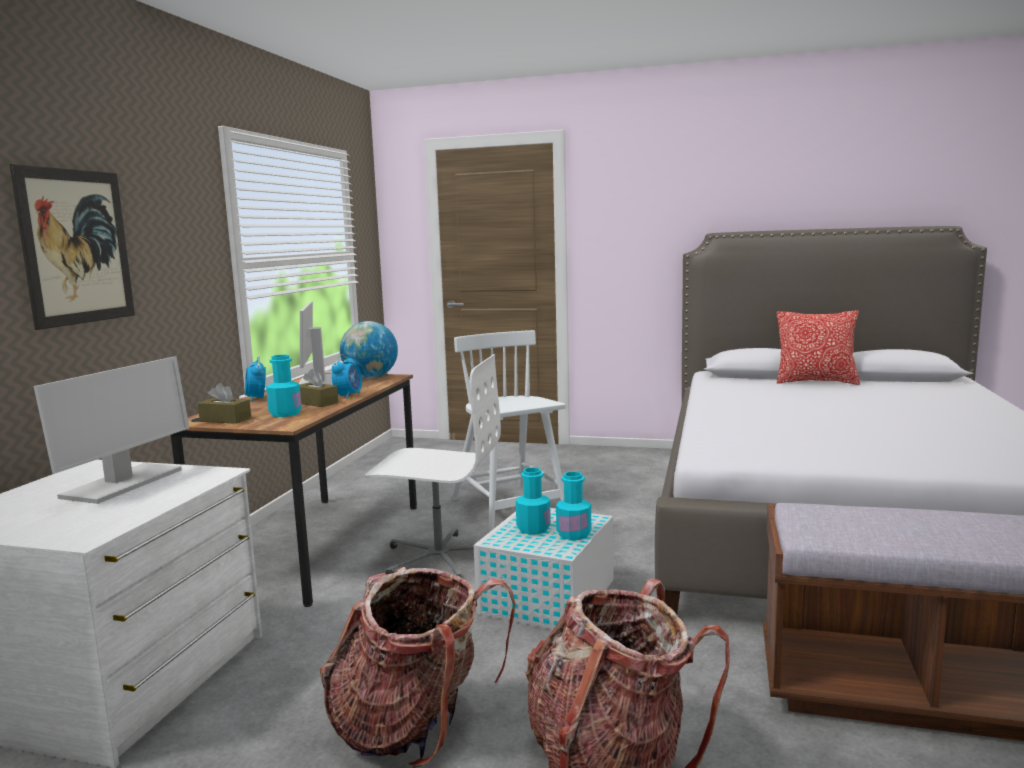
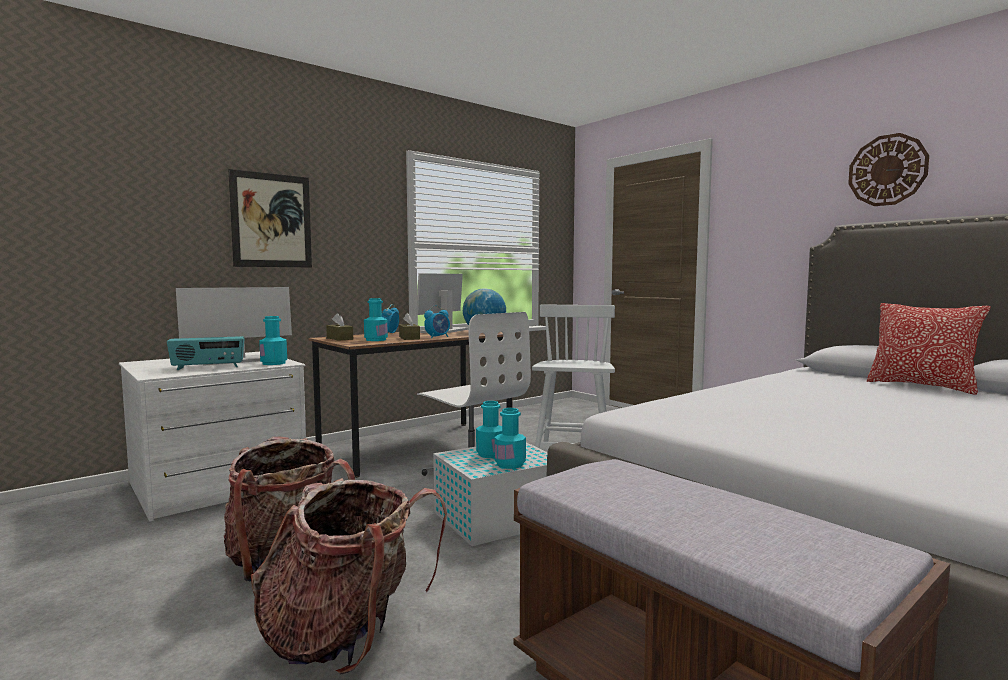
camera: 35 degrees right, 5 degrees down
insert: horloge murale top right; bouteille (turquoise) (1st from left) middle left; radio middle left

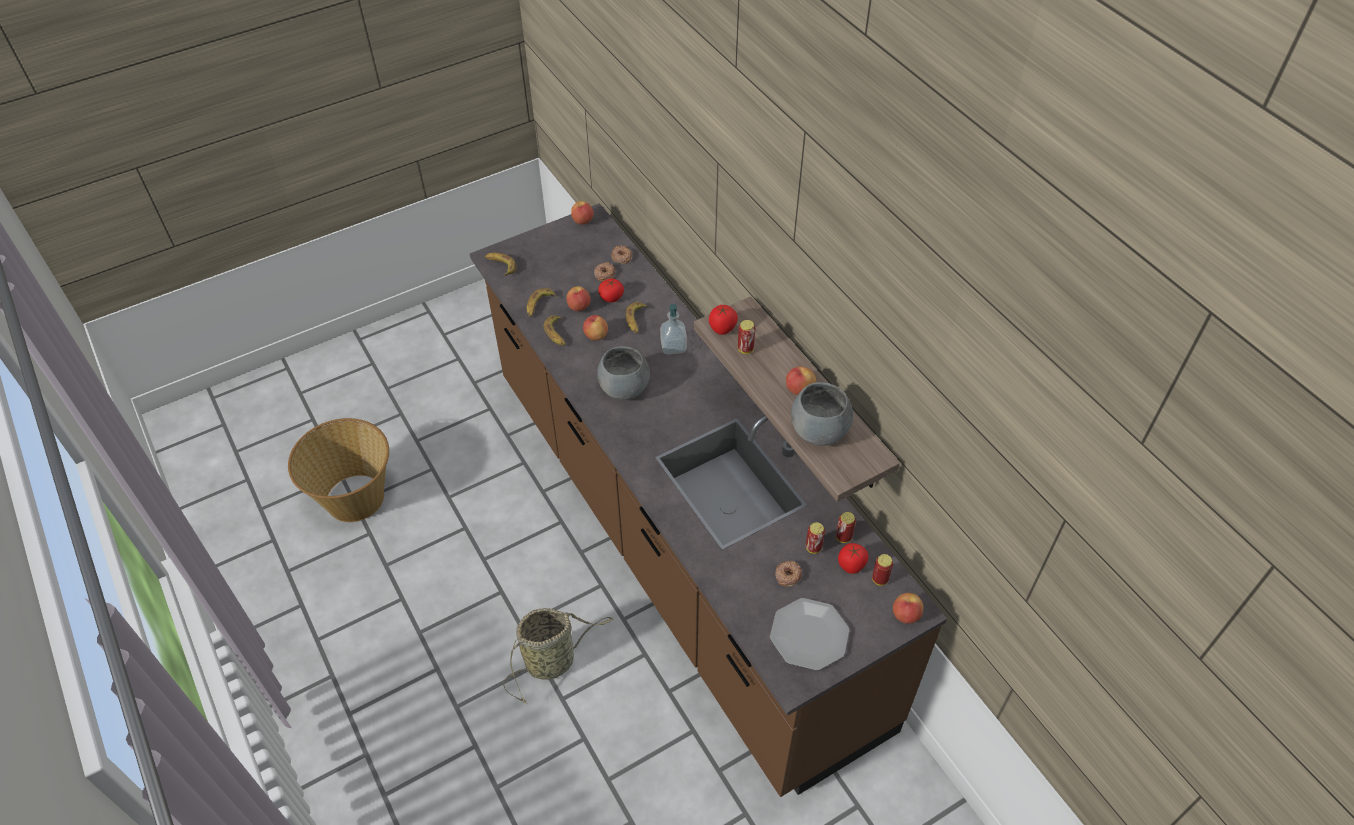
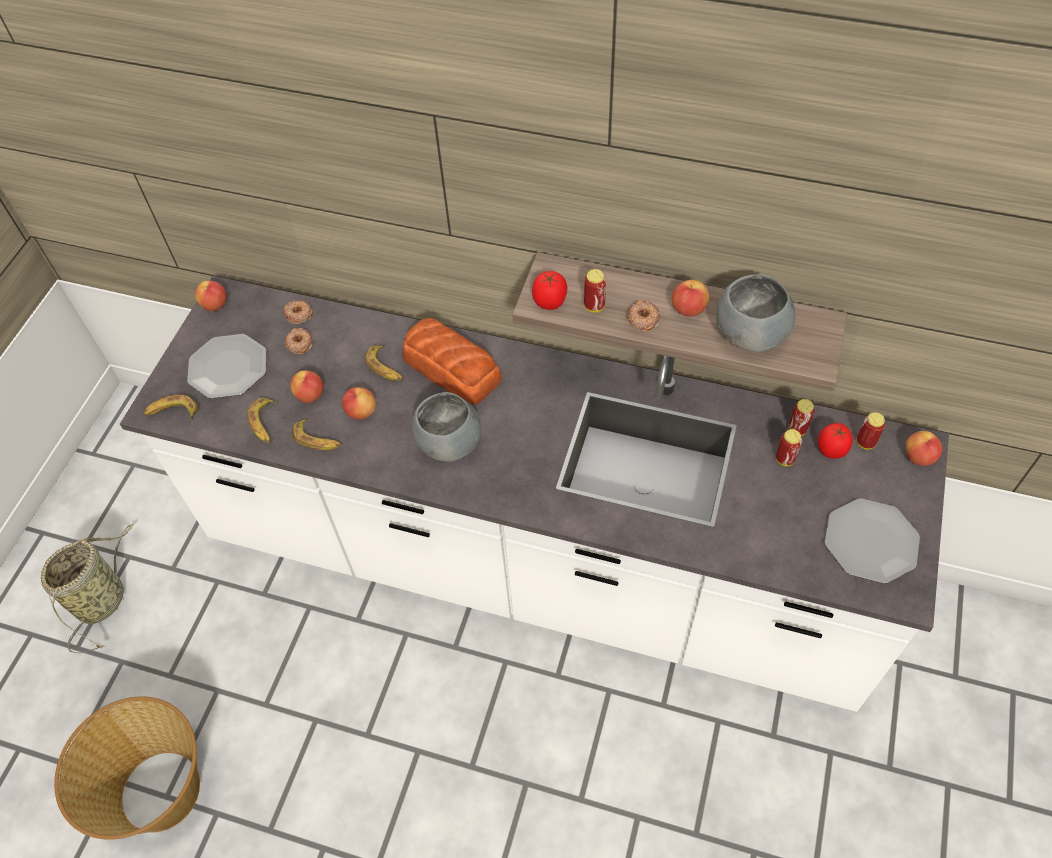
camera: 40 degrees left, 5 degrees up
delete: tomate (1st from left) centre
insert: assiette (1st from left) middle left
move: beignet (3rd from left) bottom centre to centre; panier (2nd from left in the first image) bottom centre to panier (1st from left) bottom left
replace: distributeur de savon centre to pain centre
recolor: comptoir de cuisine (marron) centre to comptoir de cuisine (blanc) centre

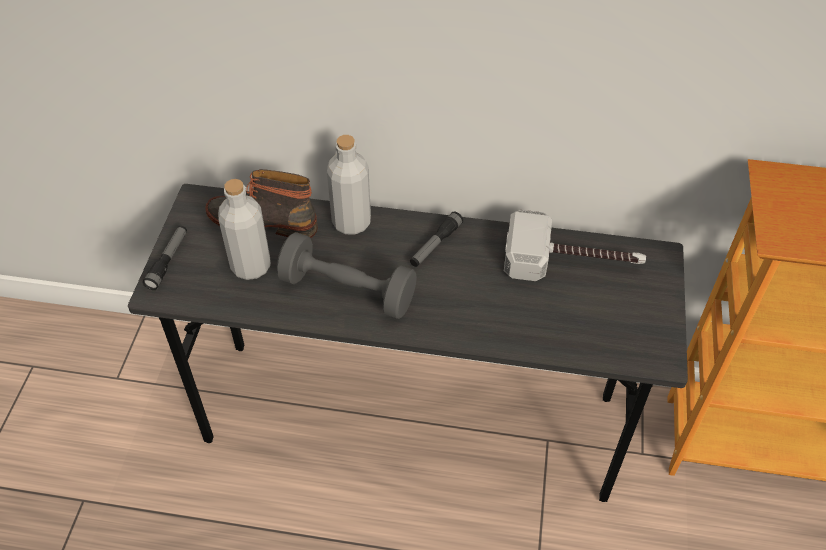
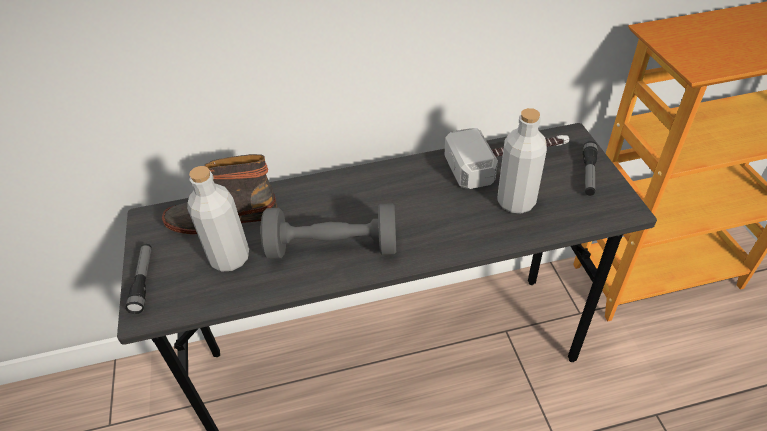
camera: 20 degrees left, 5 degrees down
move: bouteille (gris) (2nd from left) centre to middle right; lampe de poche (2nd from left) centre to middle right

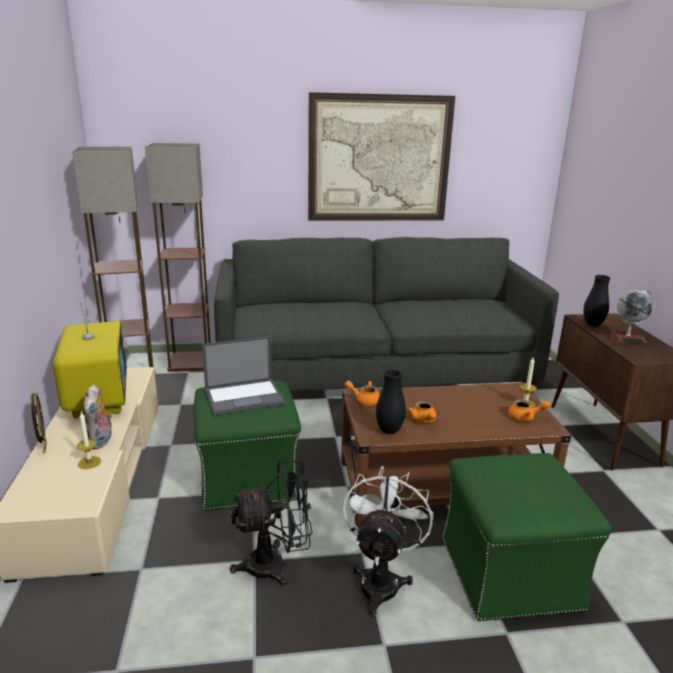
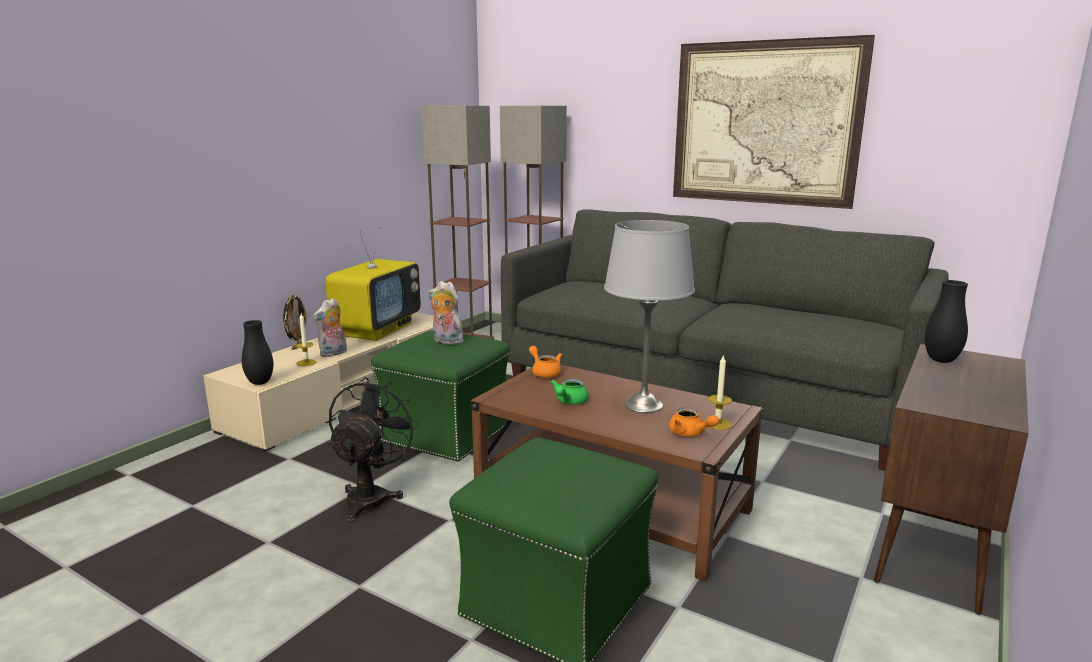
camera: 40 degrees right, 5 degrees down
delete: globe middle right; ventilateur (blanc) bottom centre
insert: lampe de table (gris) centre
move: vase (noir) (1st from left) centre to middle left
replace: ordinateur portable centre to peluche (2nd from left) centre
recolor: théière (orange) (2nd from left) centre to théière (vert) centre
rotate: ventilateur (noir) bottom centre = bottom centre 105 degrees counterclockwise

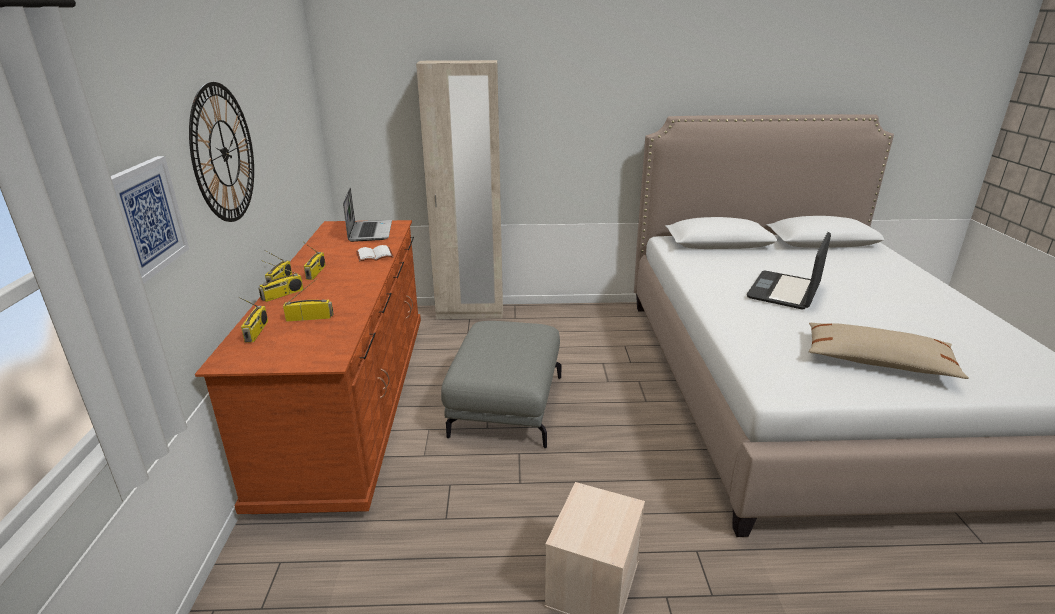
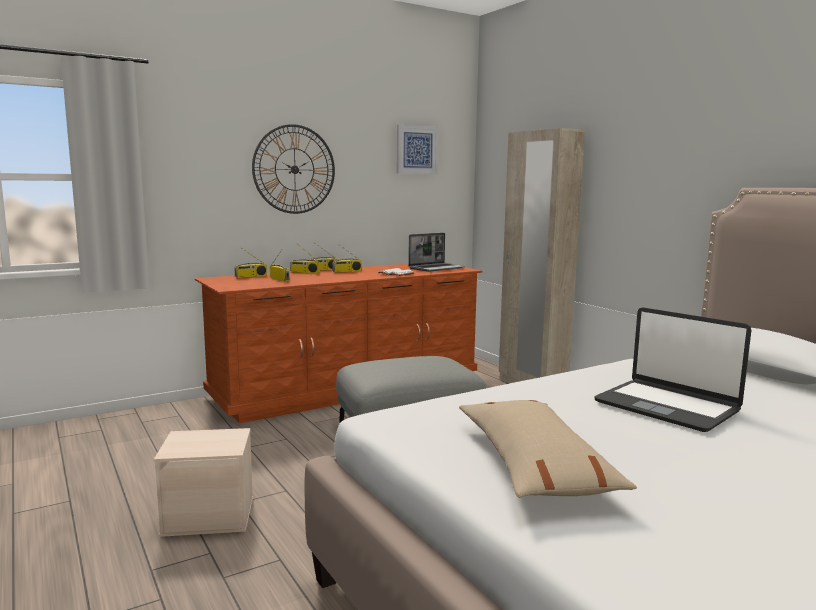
camera: 60 degrees right, 15 degrees down
move: tableau middle left to top centre
rotate: ordinateur portable (2nd from left) middle right = middle right 135 degrees counterclockwise

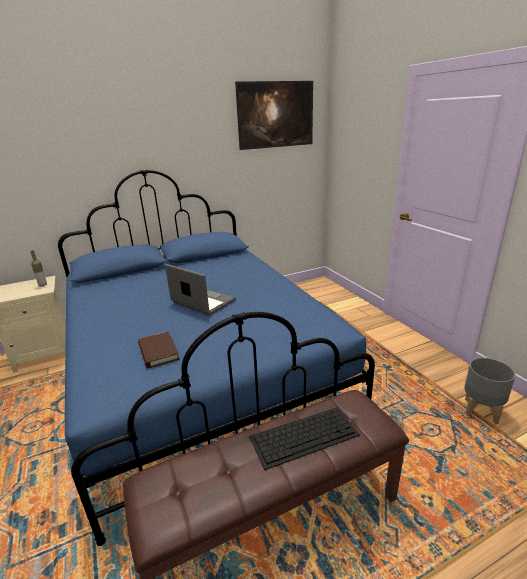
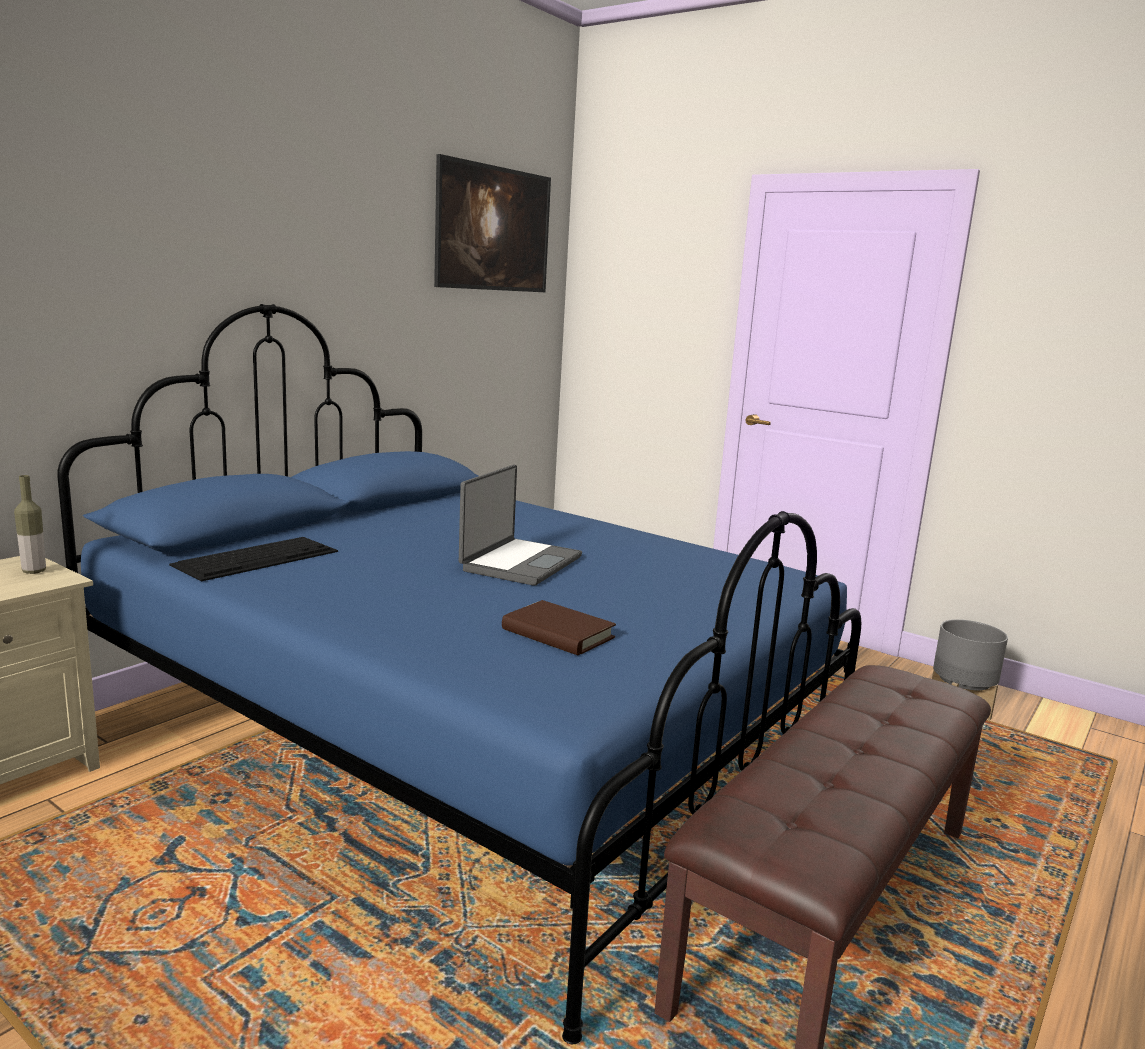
camera: 30 degrees left, 10 degrees down
move: clavier bottom centre to middle left
rotate: ordinateur portable centre = centre 105 degrees clockwise

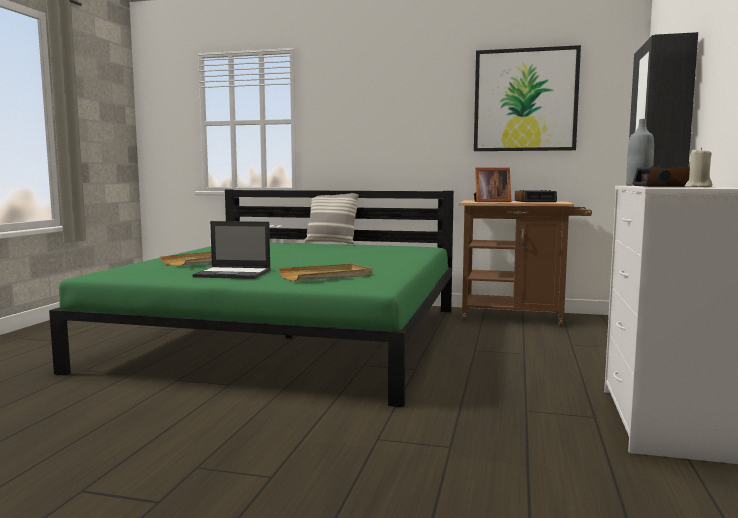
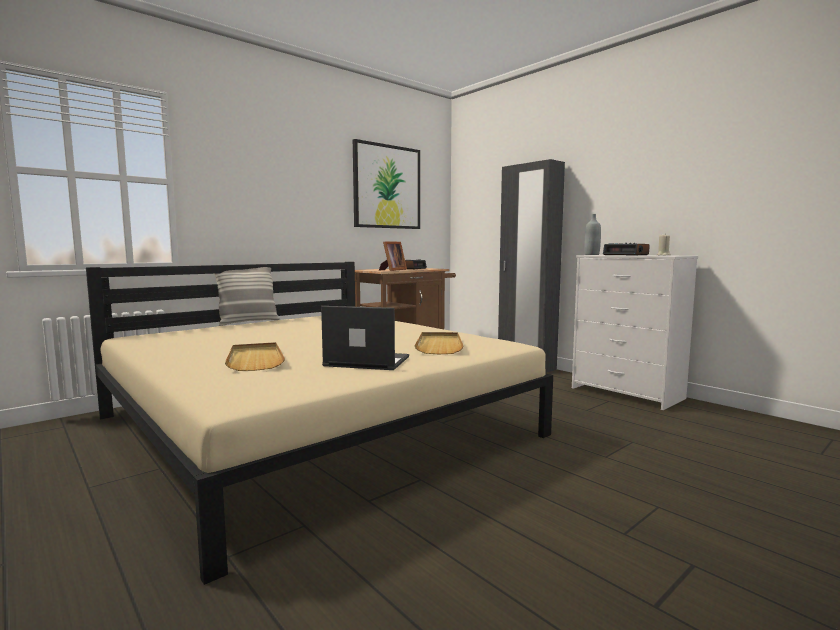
camera: 55 degrees left, 0 degrees up
recolor: lit (vert) centre to lit (beige) bottom centre
rotate: ordinateur portable middle left = centre 120 degrees counterclockwise

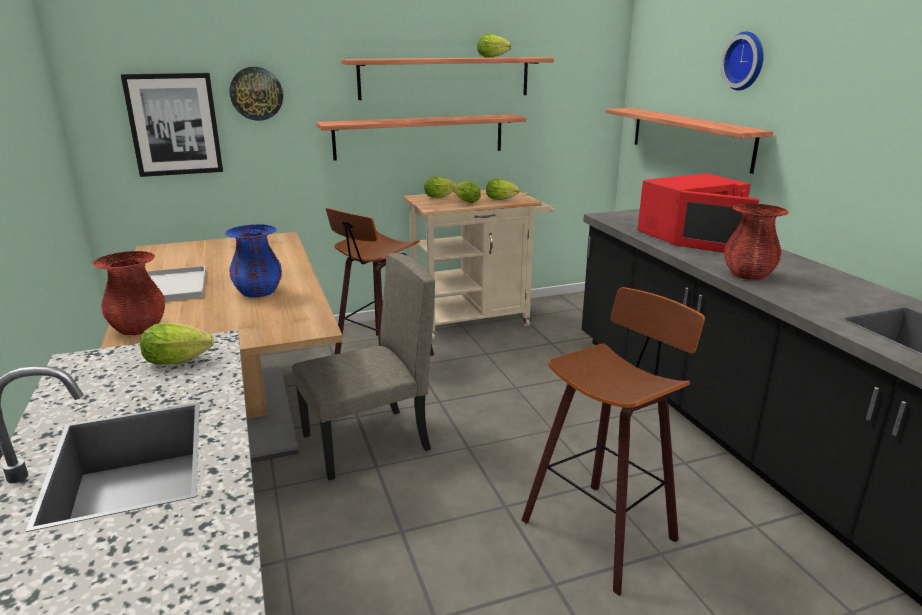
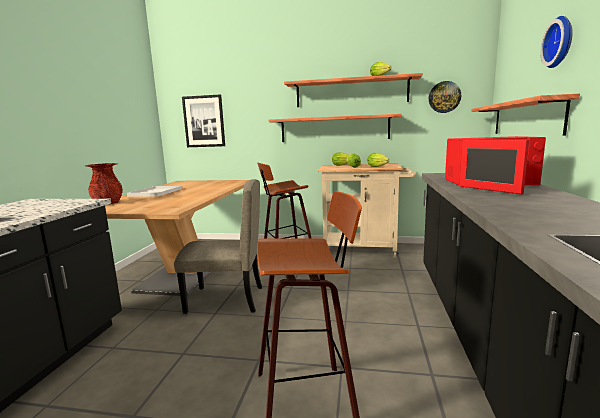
camera: 30 degrees right, 10 degrees down
delete: vase (rouge) (2nd from left) middle right; vase (bleu) middle left; laitue (1st from left) middle left
move: horloge murale (1st from left) top left to top right

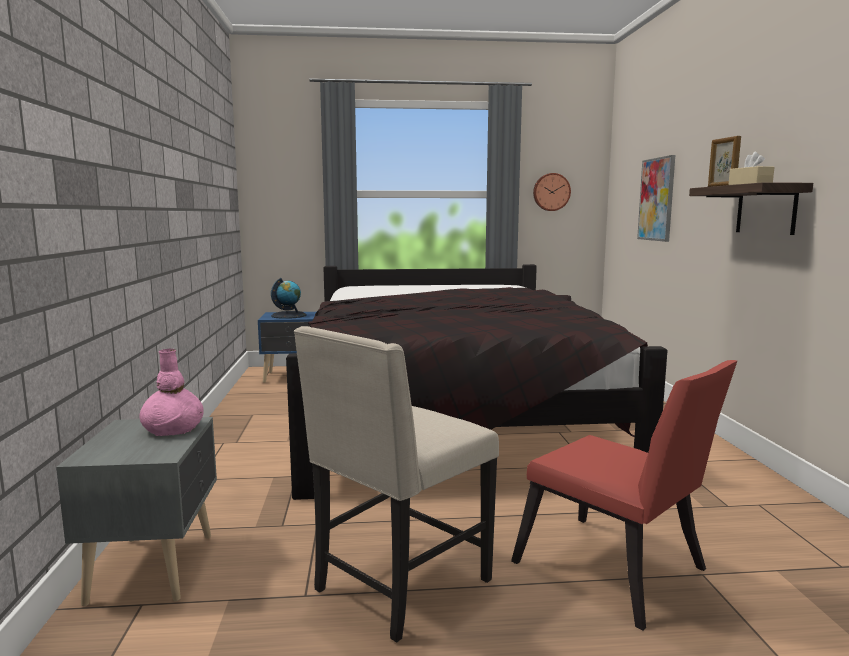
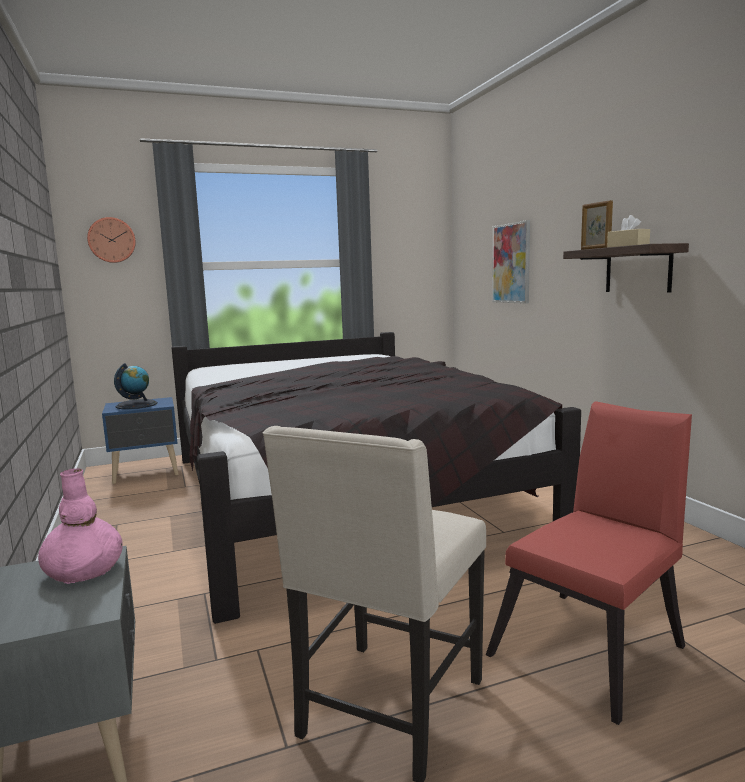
camera: 15 degrees left, 0 degrees up
move: horloge murale top centre to top left
rotate: chaise (rouge) bottom right = bottom right 75 degrees counterclockwise

